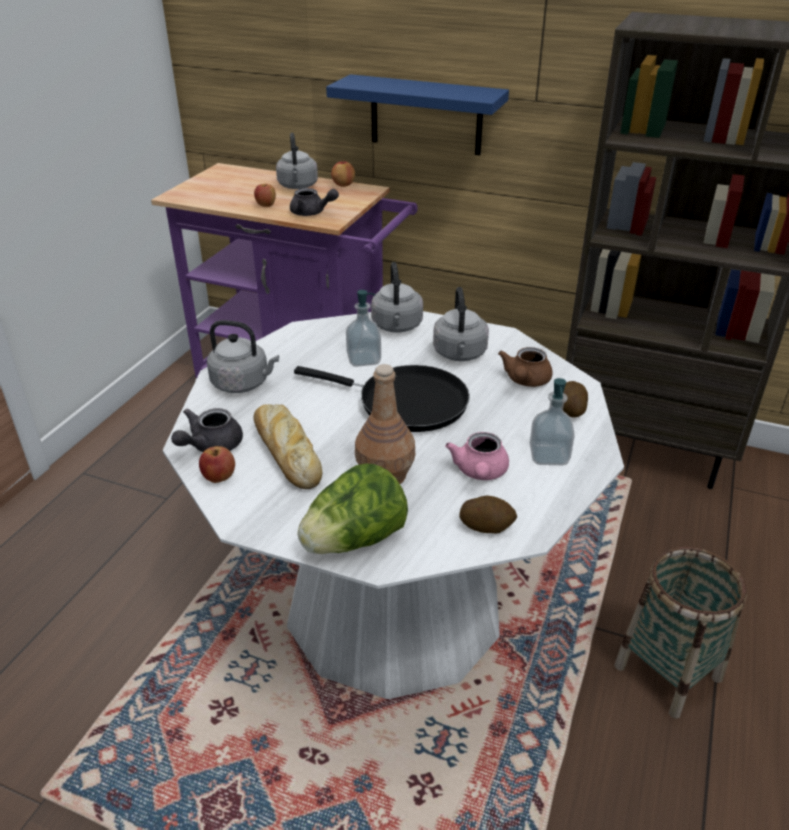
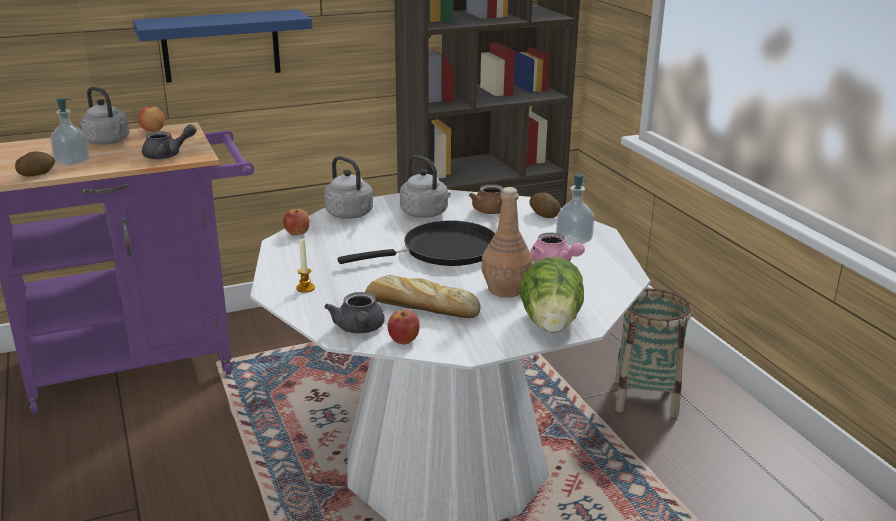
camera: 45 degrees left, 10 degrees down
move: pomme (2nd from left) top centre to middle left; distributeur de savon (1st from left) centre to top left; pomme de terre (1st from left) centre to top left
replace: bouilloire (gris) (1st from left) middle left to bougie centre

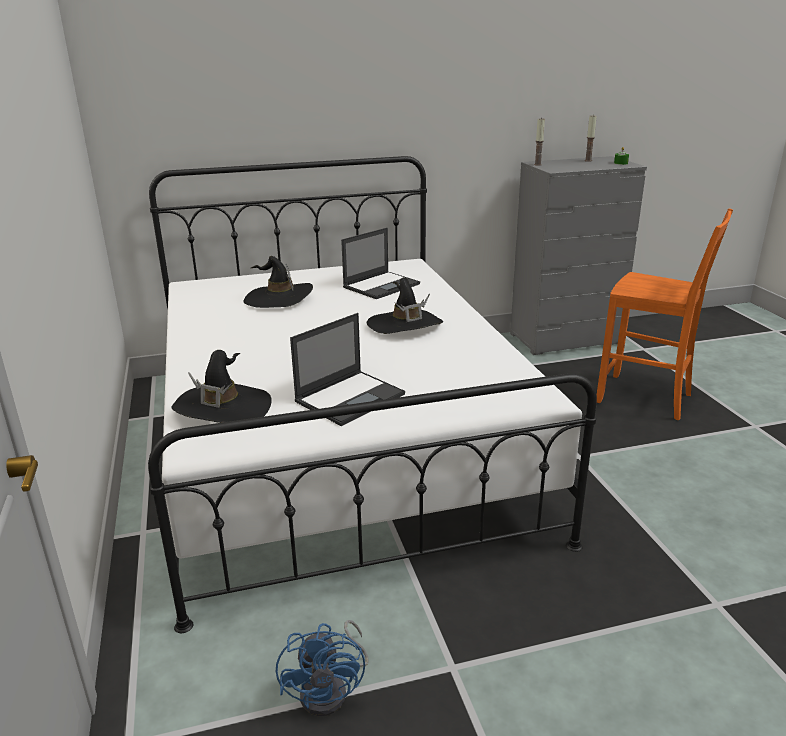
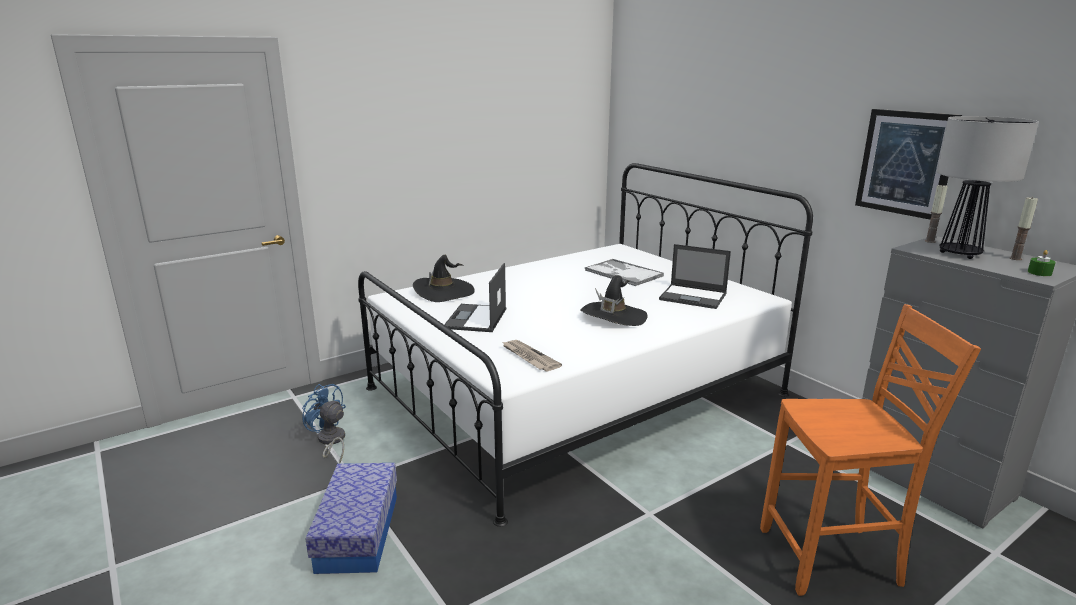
camera: 70 degrees right, 5 degrees down
insert: tableau top right; lampe de table top right; journal centre; boîte de rangement bottom left
replace: chapeau (noir) (2nd from left) centre to plateau centre
rotate: chaise (orange) middle right = bottom right 105 degrees counterclockwise; ordinateur portable (1st from left) centre = centre 75 degrees clockwise; ventilateur (bleu) bottom centre = bottom left 60 degrees clockwise

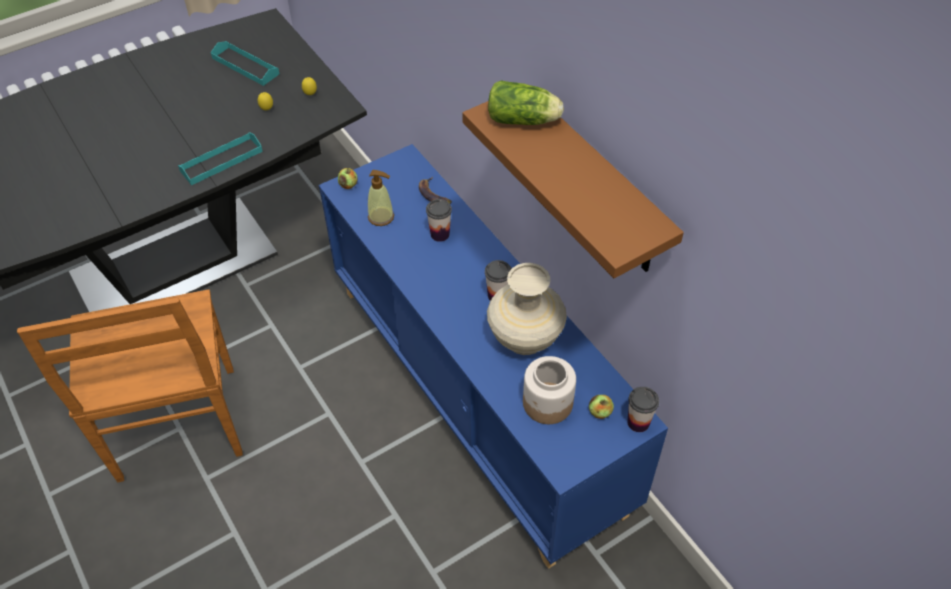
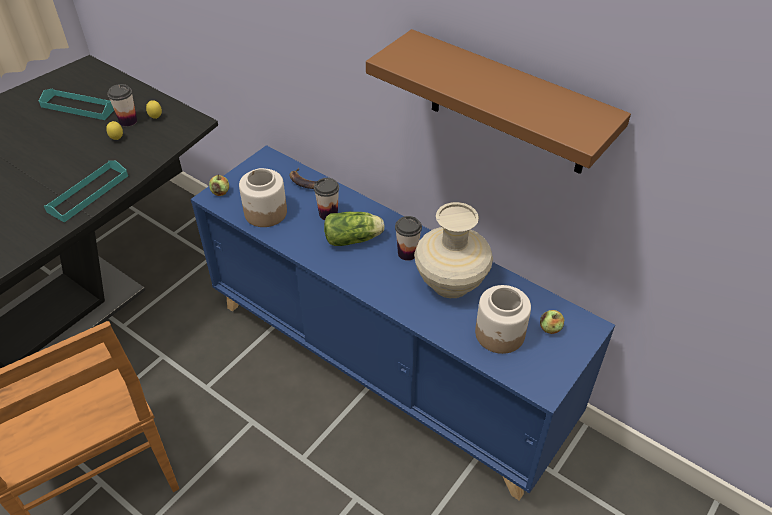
camera: 20 degrees left, 5 degrees down
move: laitue top centre to centre; tasse (3rd from left in the first image) bottom right to tasse (1st from left) top left
replace: distributeur de savon centre to bocal (1st from left) centre

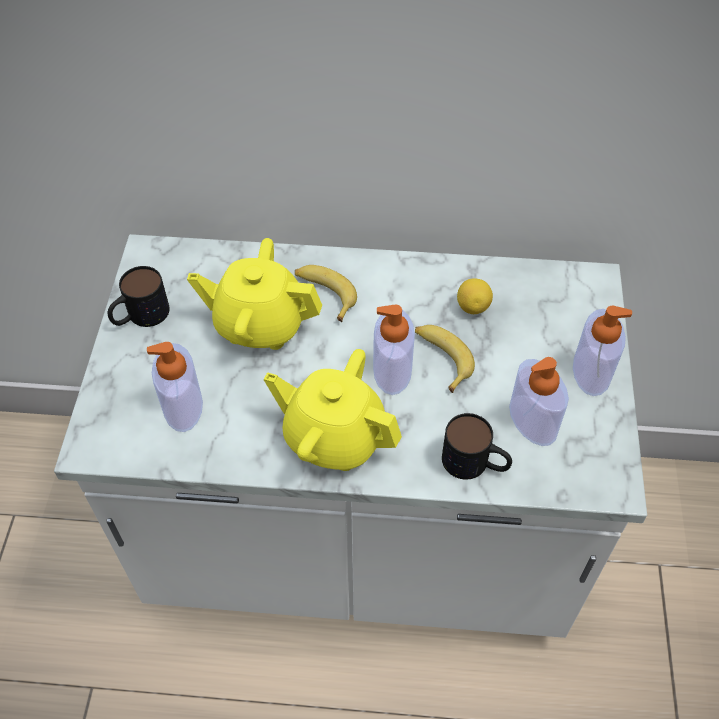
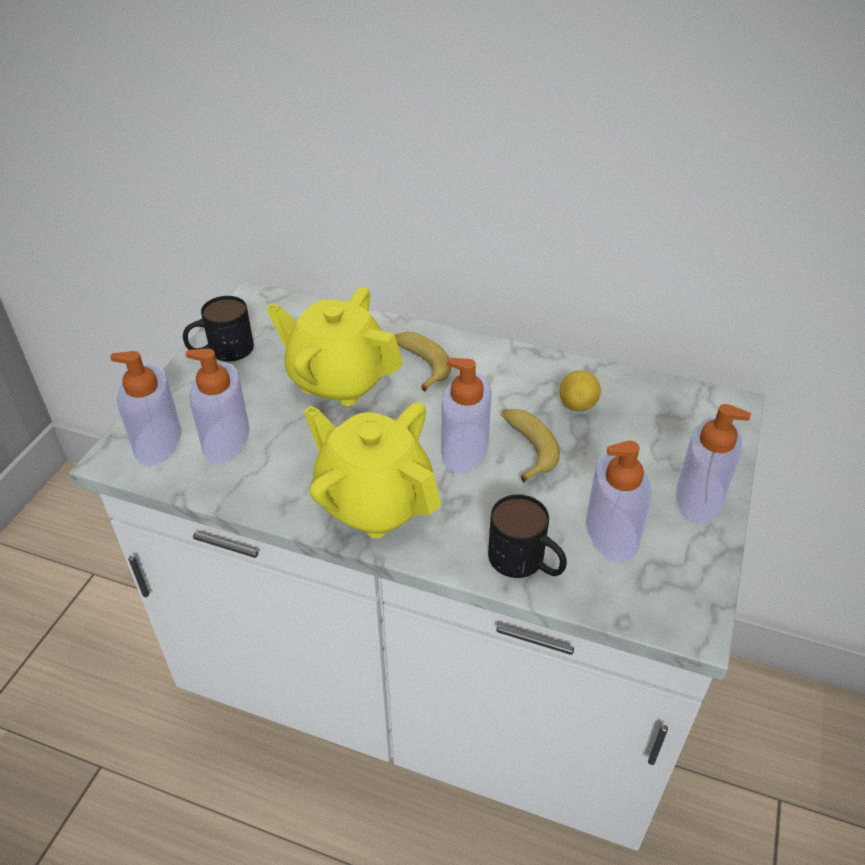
camera: 15 degrees right, 10 degrees down
insert: distributeur de savon (1st from left) middle left

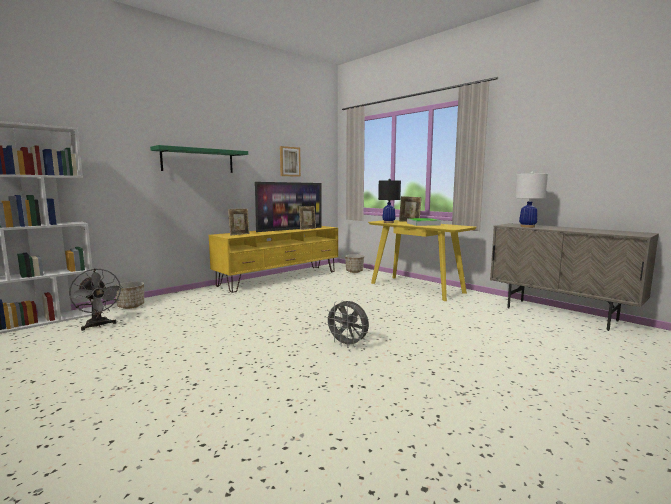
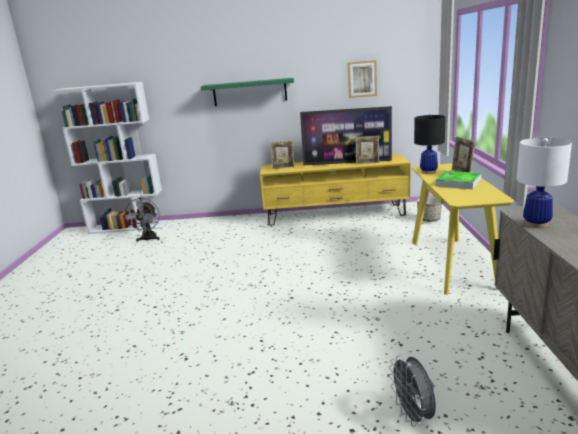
camera: 45 degrees right, 10 degrees up
delete: cache-pot (1st from left) middle left
move: ventilateur (gris) (2nd from left) centre to bottom right

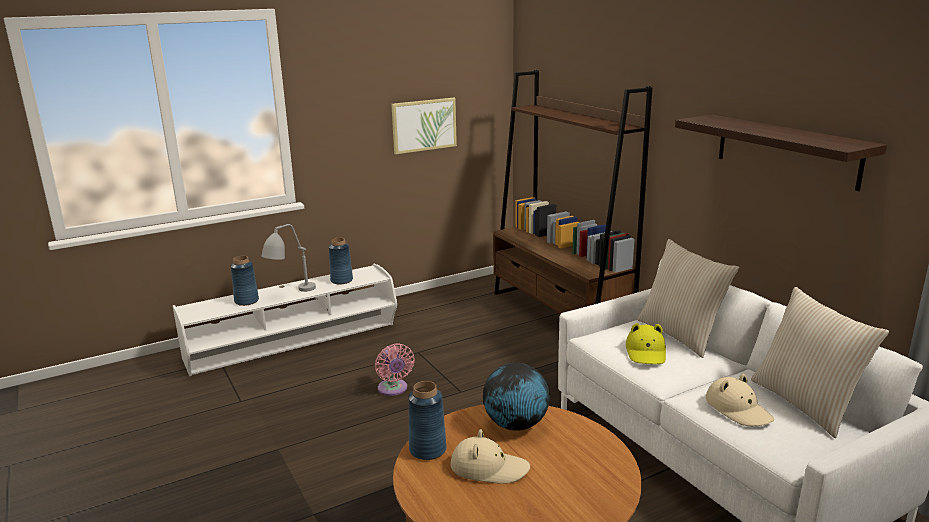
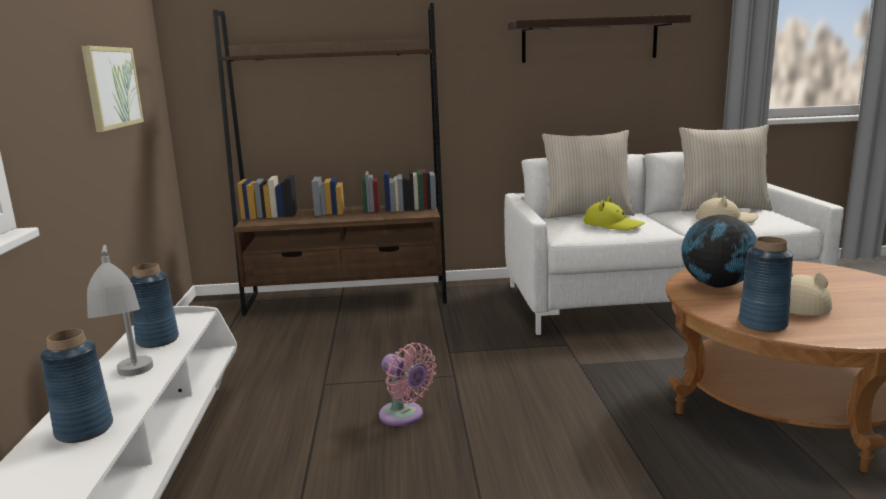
camera: 65 degrees left, 5 degrees down
rotate: ventilateur (rose) bottom centre = bottom centre 45 degrees clockwise

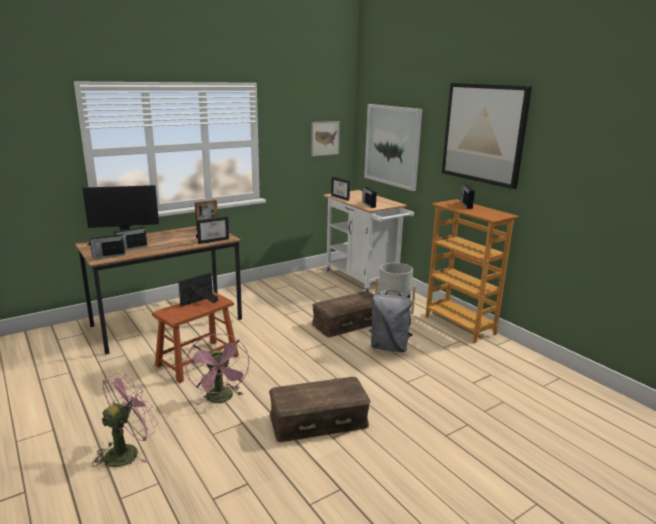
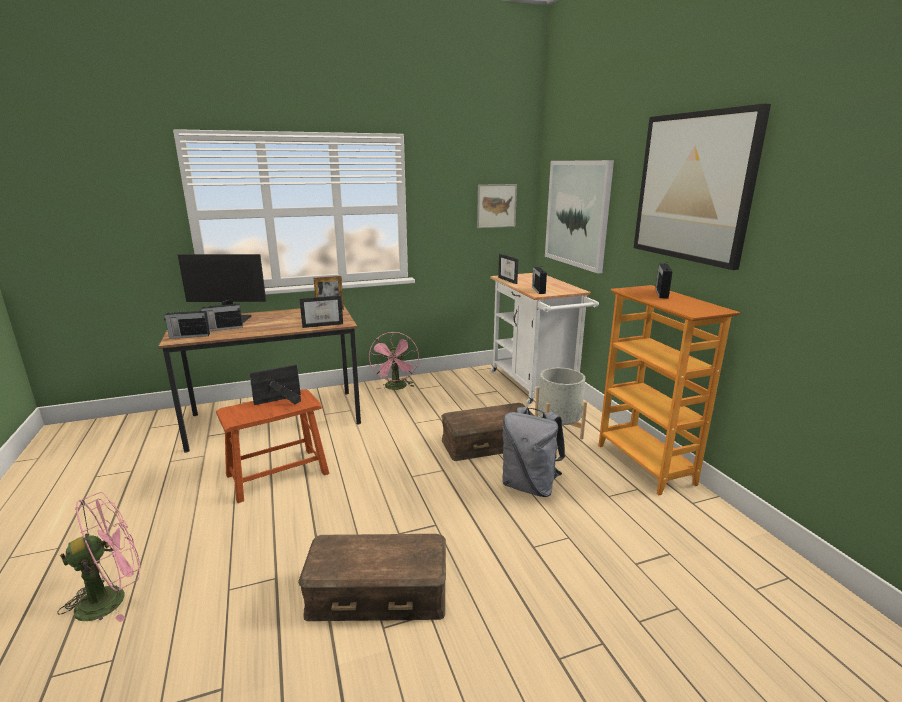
camera: 15 degrees right, 0 degrees up
move: ventilateur (rose) (2nd from left) bottom left to centre

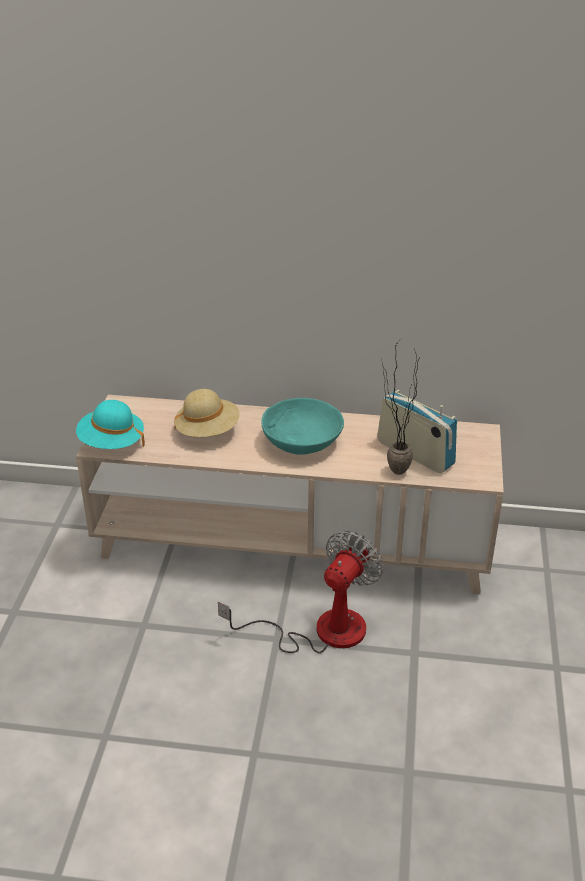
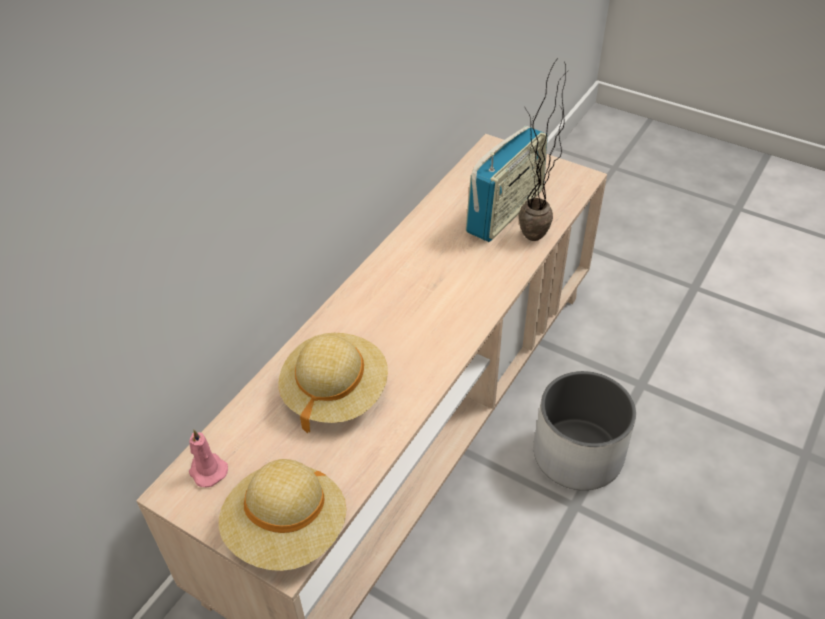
camera: 65 degrees left, 10 degrees up
delete: bol (turquoise) centre
insert: bougie (rose) bottom left
replace: ventilateur bottom centre to cache-pot (blanc) bottom right
recolor: chapeau (turquoise) middle left to chapeau (beige) (1st from left) bottom centre
rotate: radio middle right = top centre 150 degrees clockwise

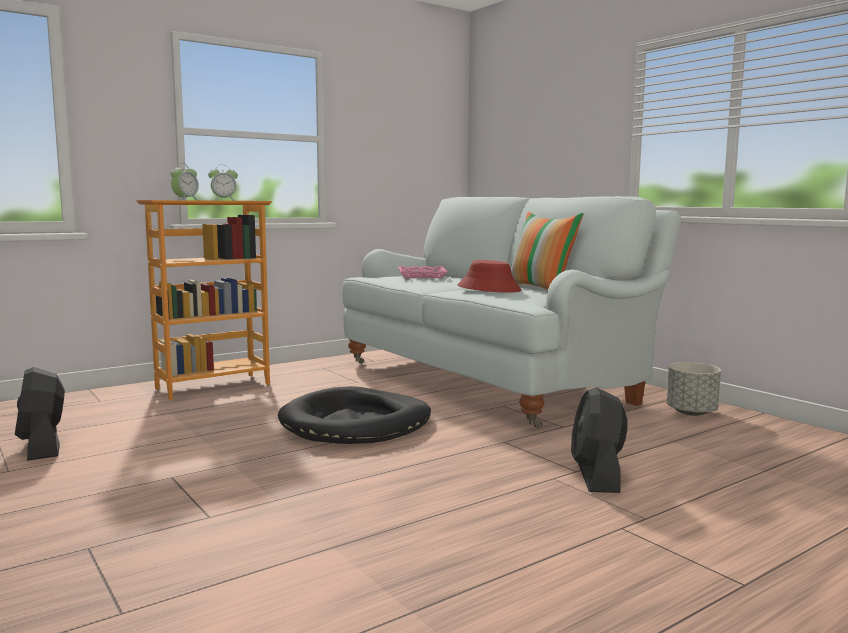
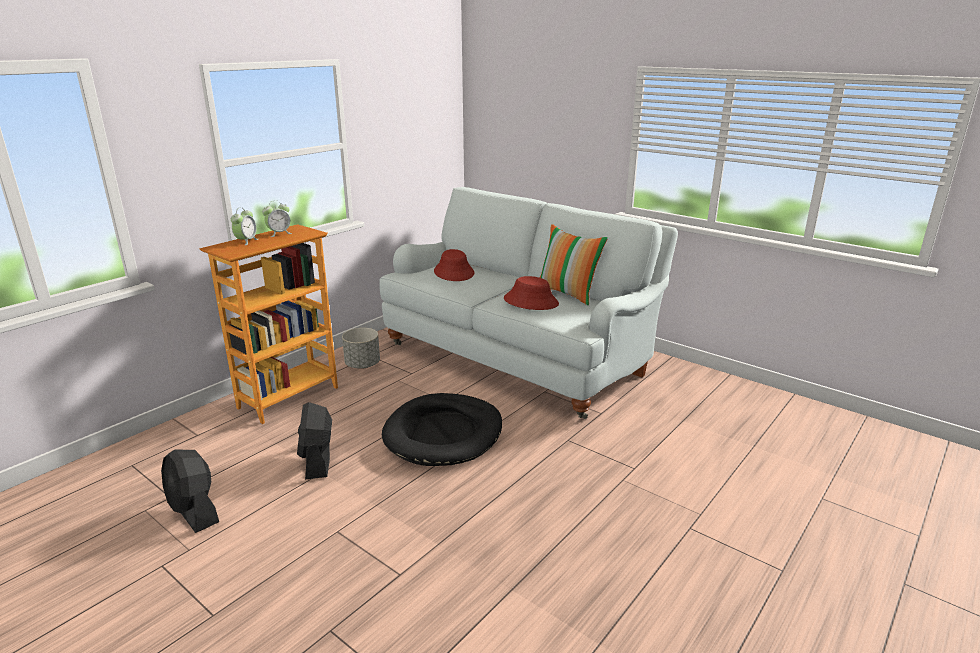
camera: 15 degrees left, 15 degrees up
move: cache-pot (gris) middle right to centre; ventilateur (noir) (2nd from left) bottom right to bottom left
replace: plateau (rose) centre to chapeau (rouge) (1st from left) centre

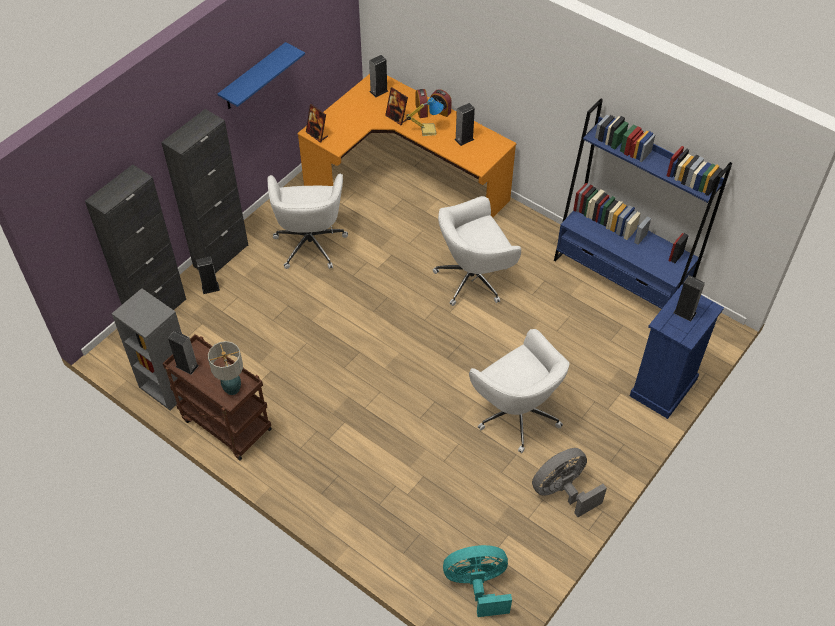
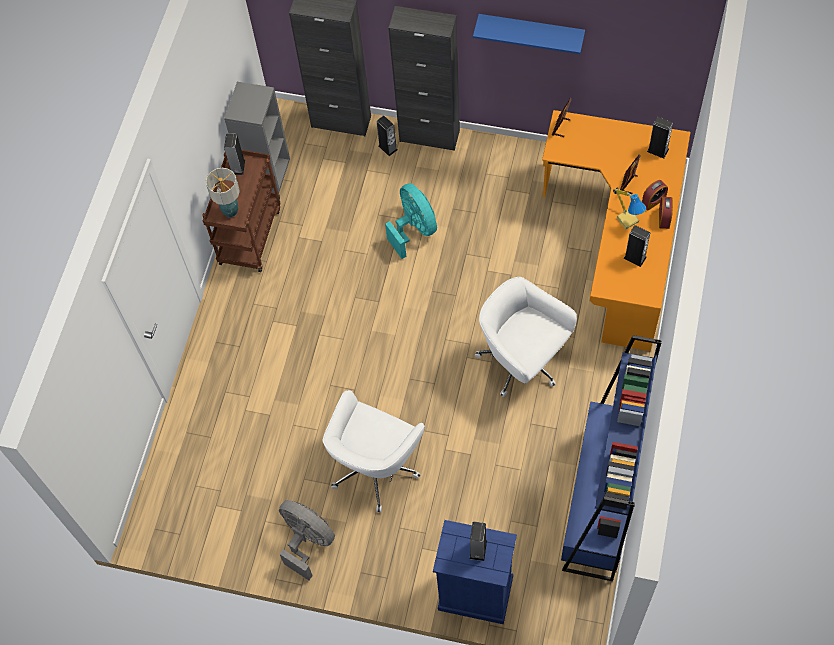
camera: 70 degrees right, 10 degrees up
delete: chaise de bureau (blanc) (1st from left) centre
move: ventilateur (turquoise) bottom centre to centre

